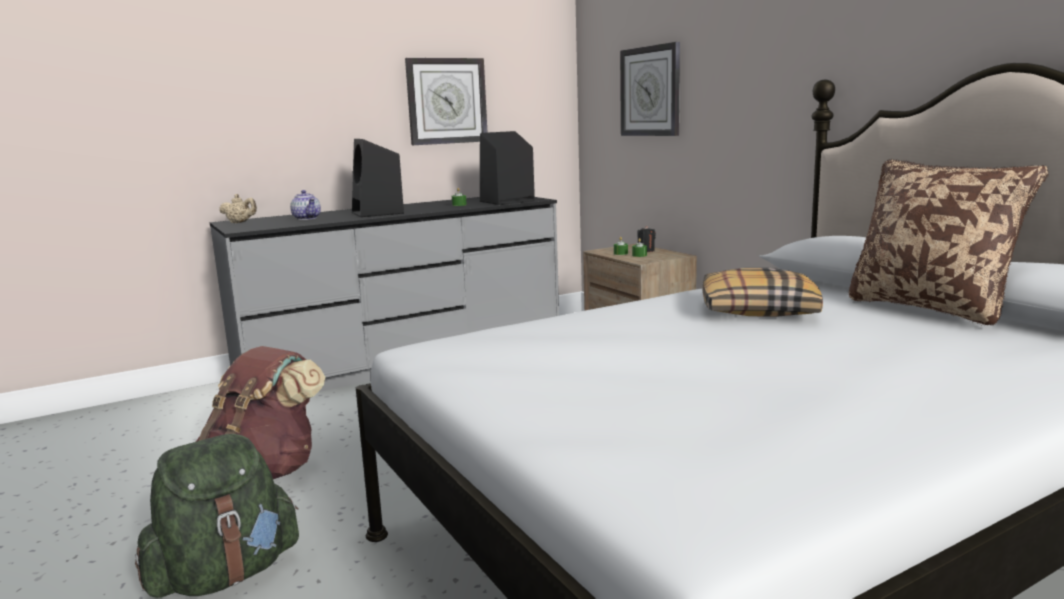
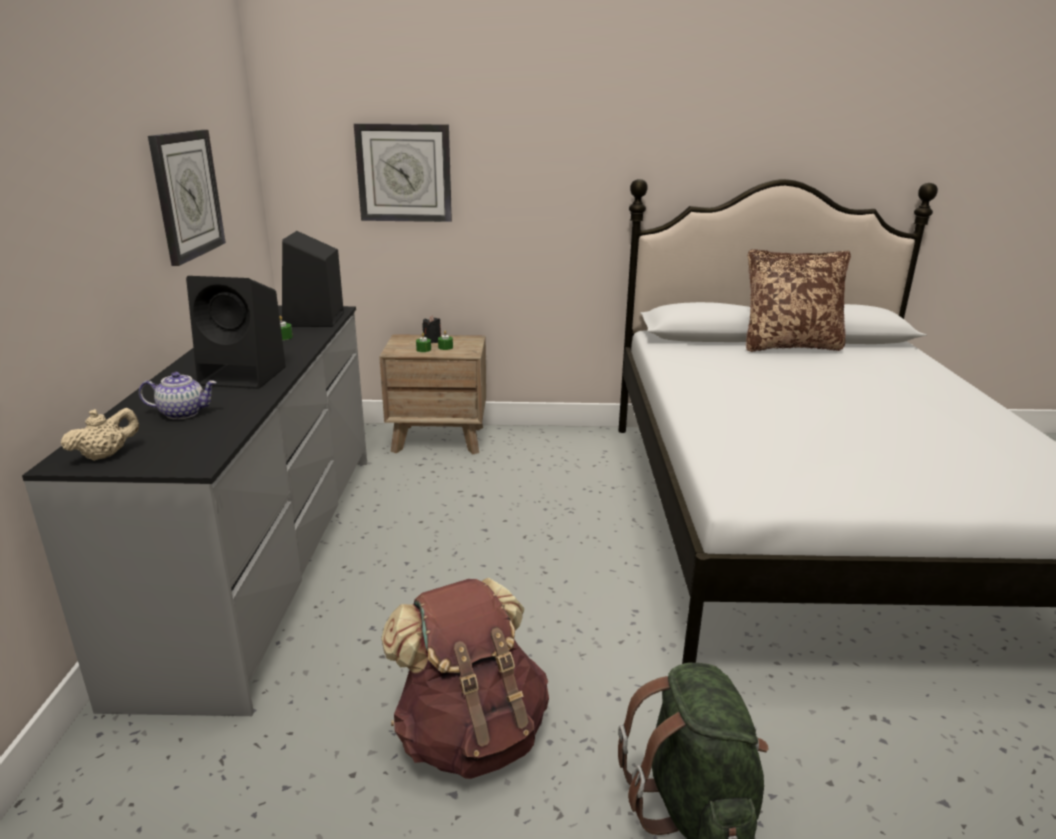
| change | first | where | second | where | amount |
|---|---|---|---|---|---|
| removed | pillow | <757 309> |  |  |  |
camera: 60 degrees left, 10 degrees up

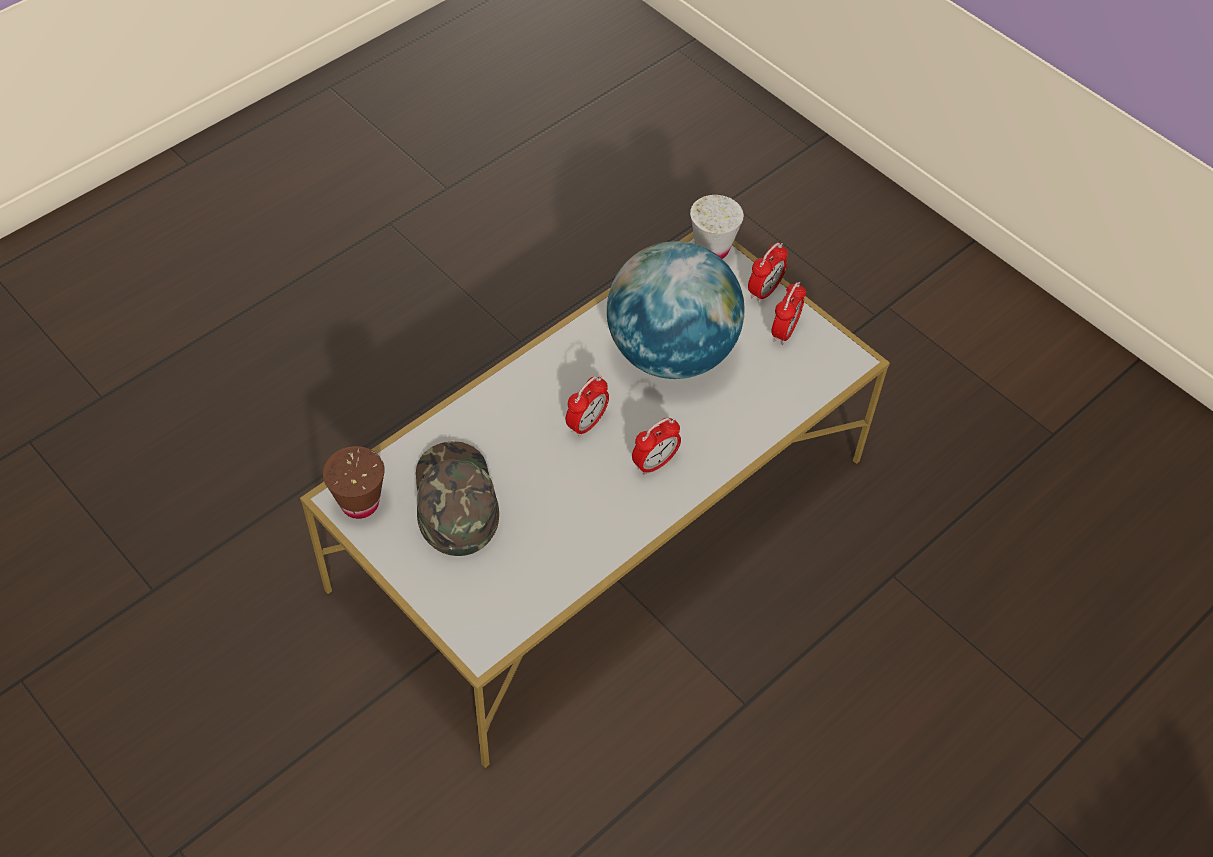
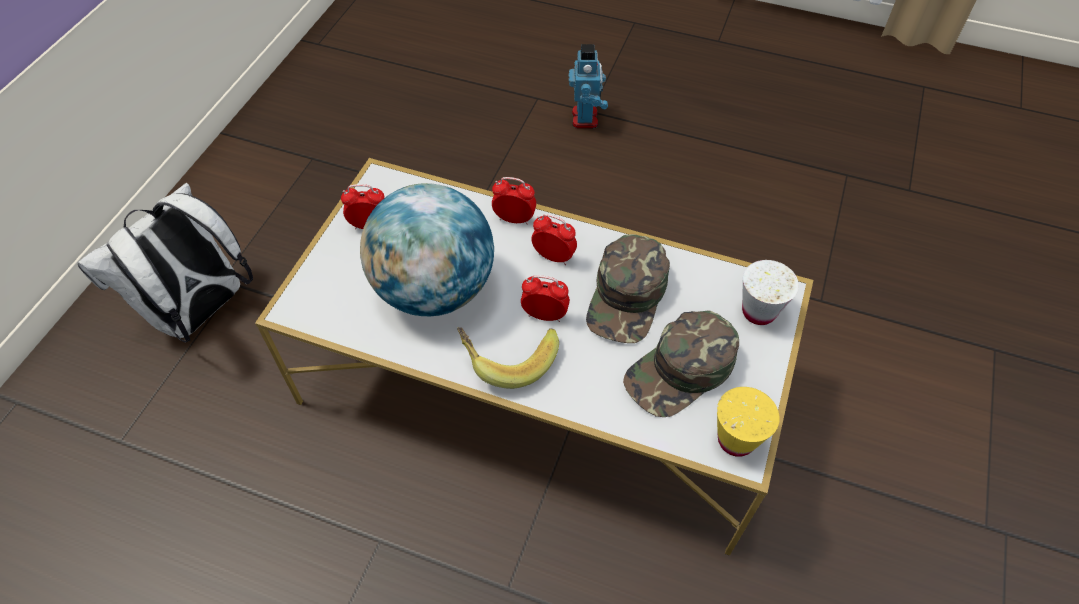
| change | first | where | second | where | amount |
|---|---|---|---|---|---|
| added |  |  | white backpack | <201 313> |  |
| added |  |  | banana | <508 358> |  |
| moved | alarm clock | <764 291> |  | <514 219> |  |
| added |  |  | toy robot | <585 118> |  |
| added |  |  | green cap | <628 297> |  |
| recoloured | brown cup | <360 503> | yellow cup | <736 440> |  |
| moved | white cup | <712 249> |  | <758 312> |  |
camera: 115 degrees left, 0 degrees up

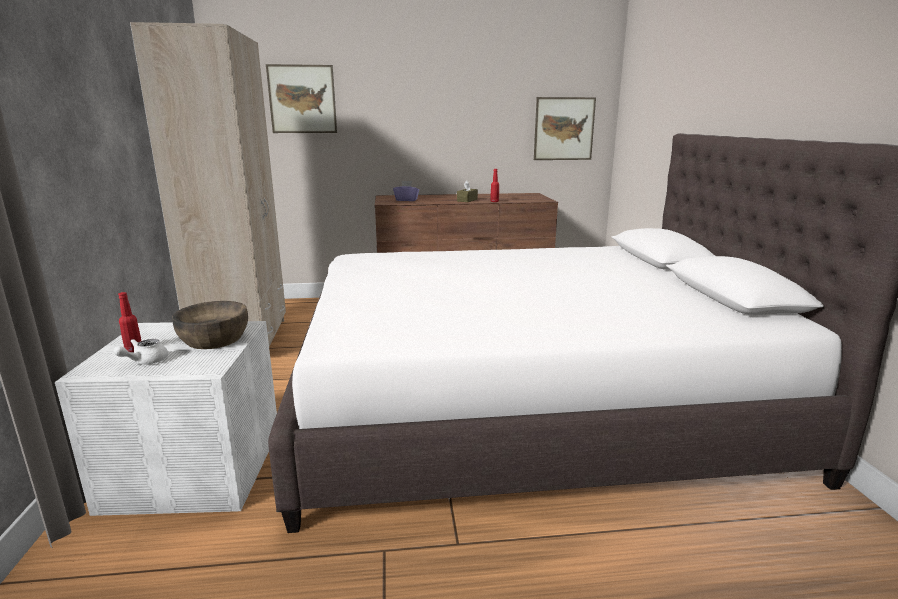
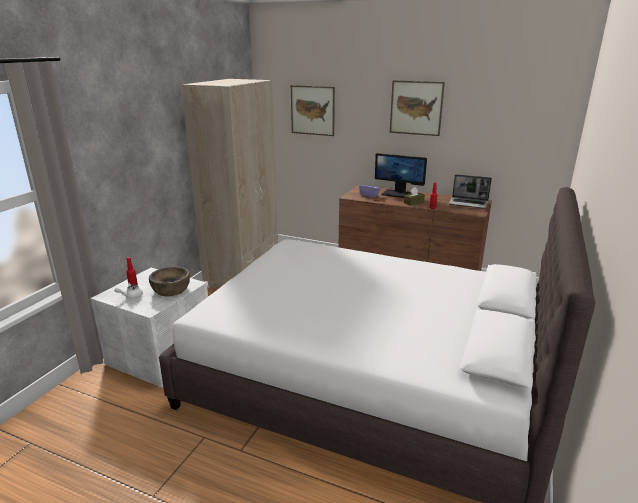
| change | first | where | second | where | amount |
|---|---|---|---|---|---|
| added |  |  | monitor | <398 194> |  |
| moved | picture | <564 129> |  | <416 108> |  |
| added |  |  | laptop | <469 203> |  |
camera: 30 degrees right, 5 degrees up

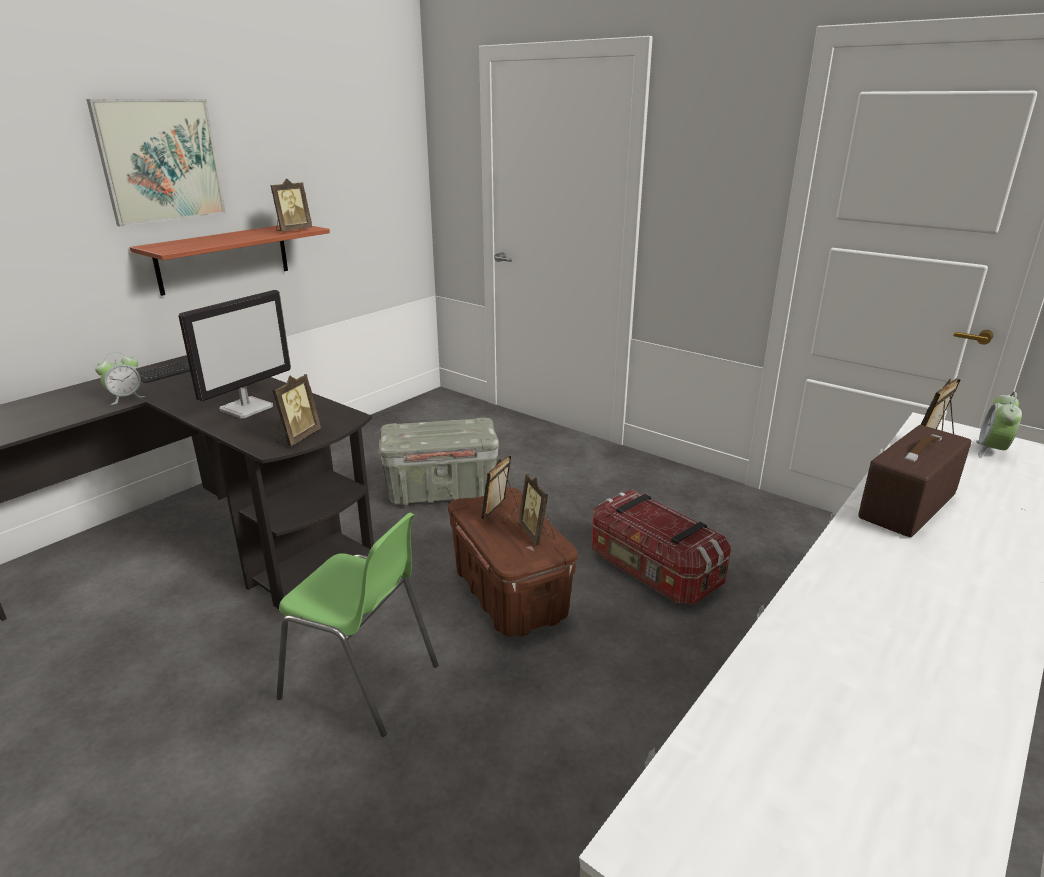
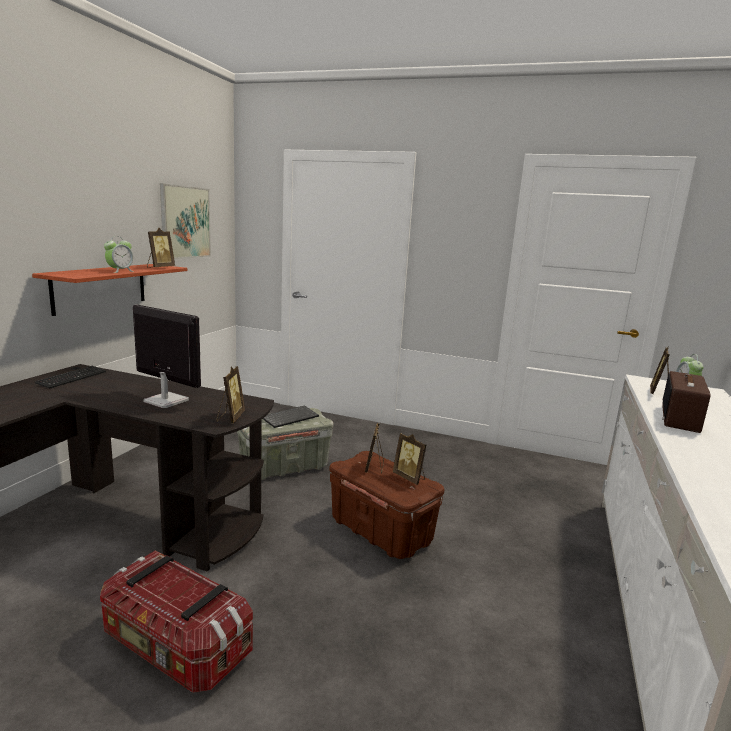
| change | first | where | second | where | amount |
|---|---|---|---|---|---|
| moved | storage box | <652 571> |  | <175 646> |  |
| moved | alarm clock | <125 398> |  | <120 271> |  |
| turned | monitor | <247 408> |  | <165 401> | 75 degrees counterclockwise |
| moved | picture | <160 161> |  | <185 222> |  |
| added |  |  | keyboard | <290 417> |  |
| removed | green chair | <362 682> |  |  |  |
camera: 20 degrees left, 10 degrees down

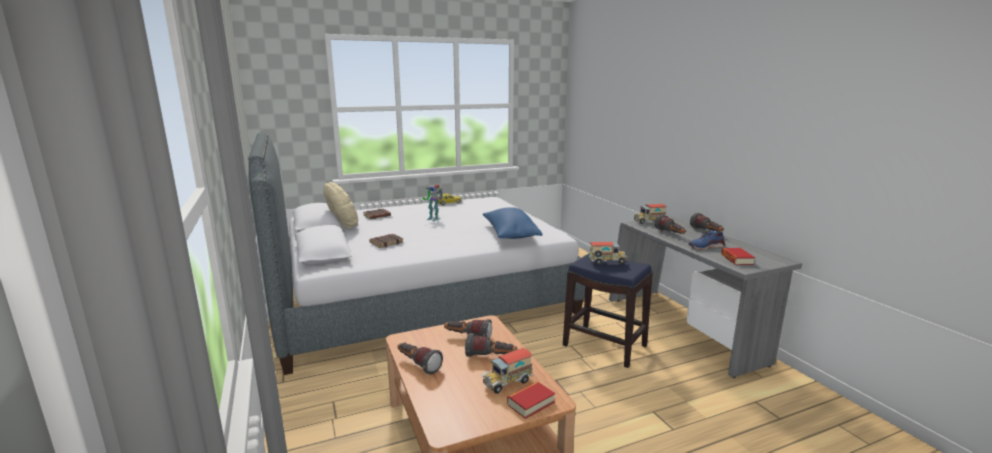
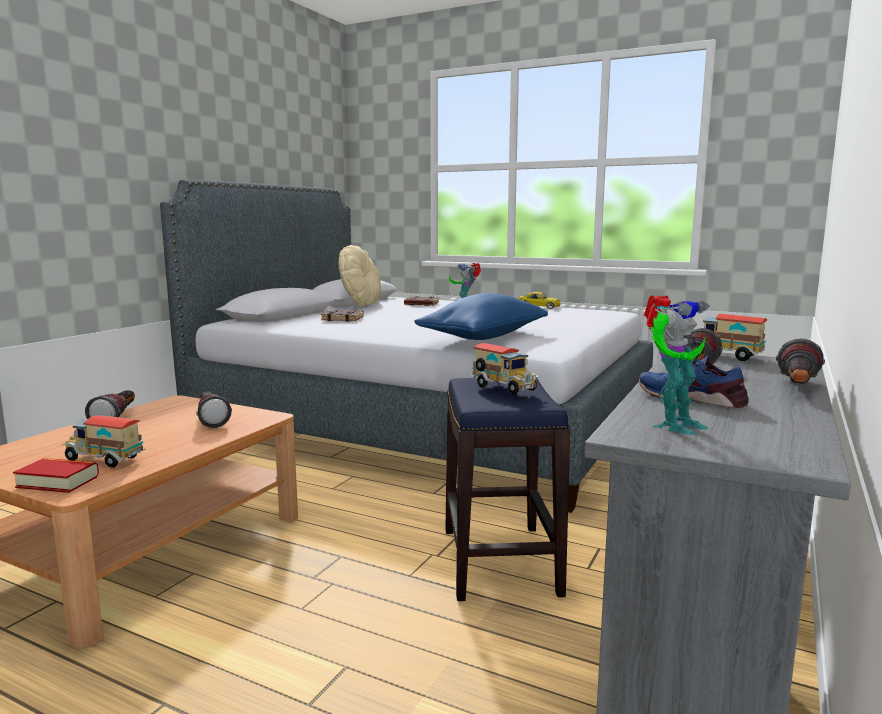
| change | first | where | second | where | amount |
|---|---|---|---|---|---|
| replaced | book | <736 259> | toy robot | <672 425> |  |
| removed | flashlight | <491 357> |  |  |  |
camera: 50 degrees right, 5 degrees down

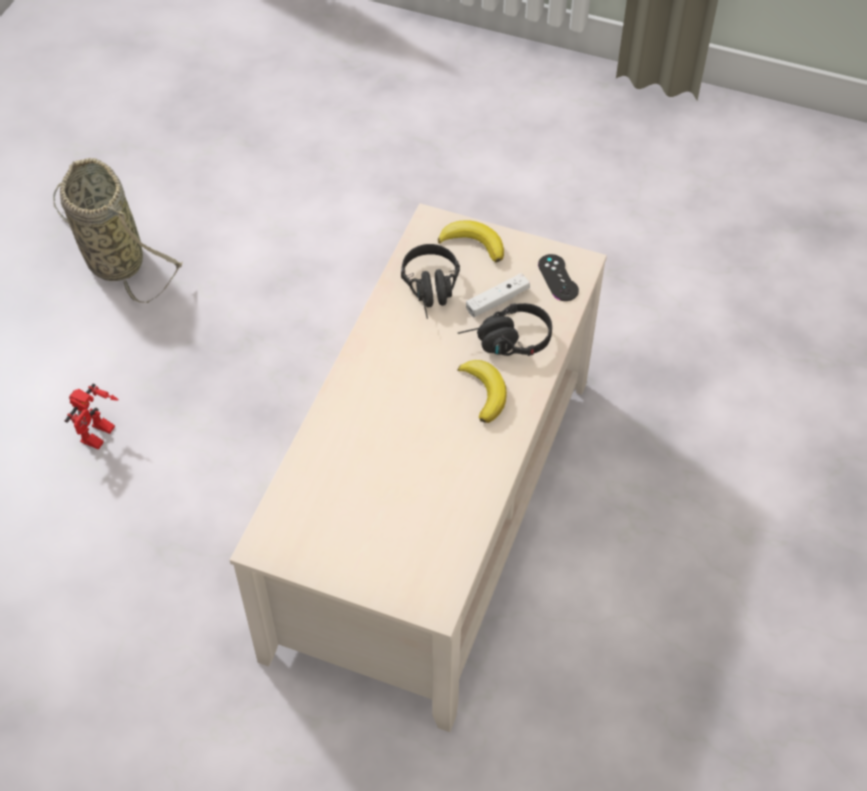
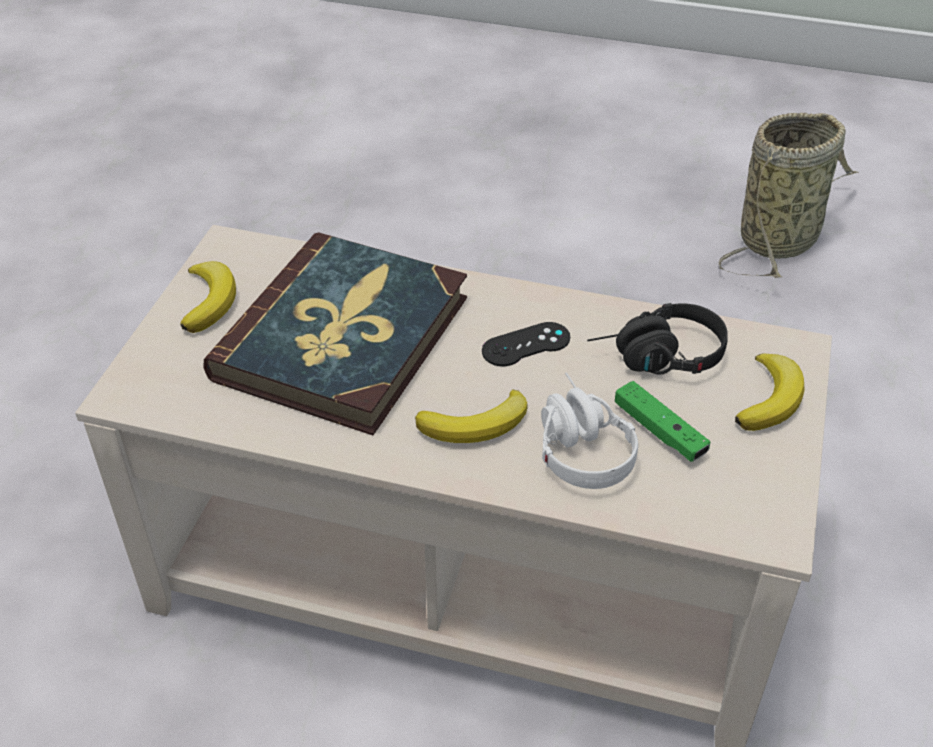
| change | first | where | second | where | amount |
|---|---|---|---|---|---|
| added |  |  | banana | <209 300> |  |
| added |  |  | book | <344 338> |  |
| moved | black game controller | <558 278> |  | <526 345> |  |
| recoloured | black headphones | <505 342> | white headphones | <576 444> |  |
| recoloured | white game controller | <497 300> | green game controller | <659 431> |  |
| removed | toy robot | <100 438> |  |  |  |
camera: 85 degrees right, 10 degrees down

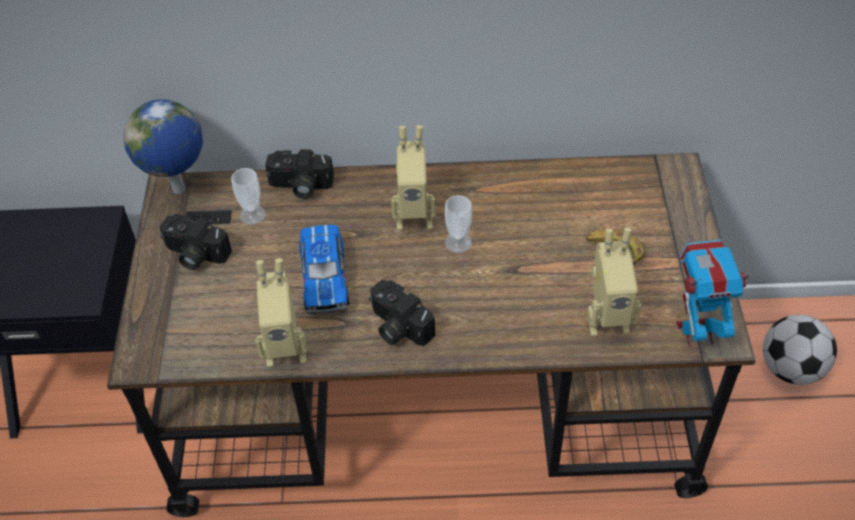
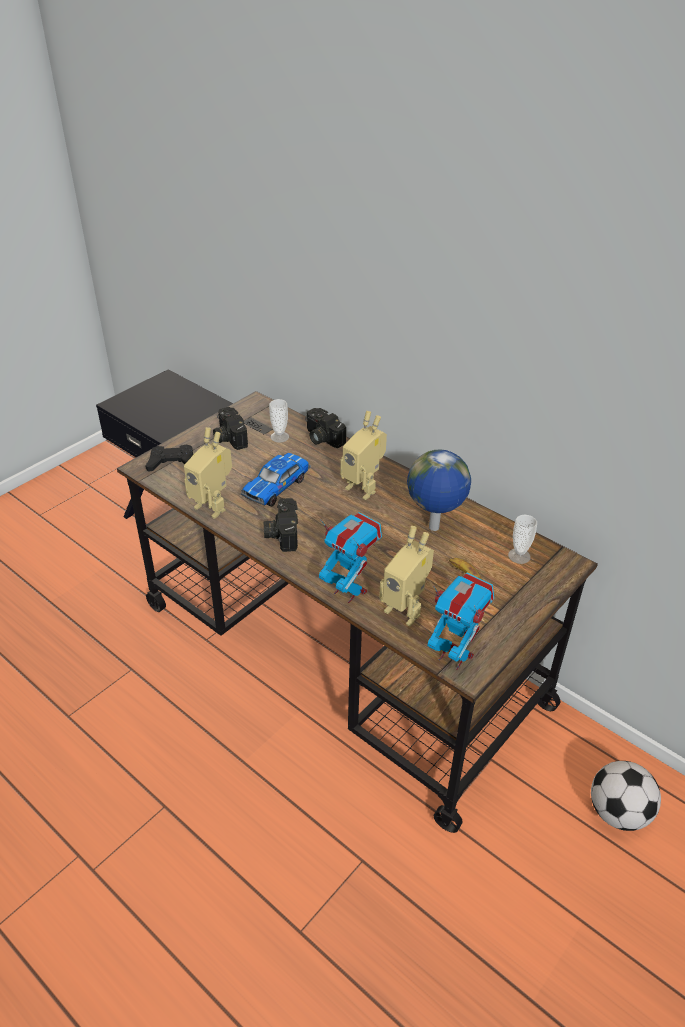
| change | first | where | second | where | amount |
|---|---|---|---|---|---|
| added |  |  | black game controller | <172 463> |  |
| added |  |  | toy robot | <349 591> |  |
| moved | globe | <180 190> |  | <434 528> |  |
| moved | cup | <458 242> |  | <519 556> |  |
camera: 40 degrees right, 10 degrees down

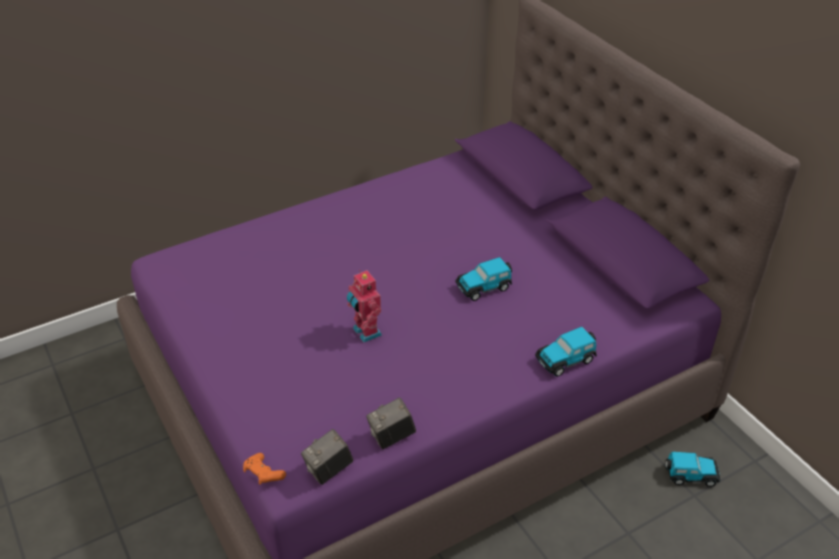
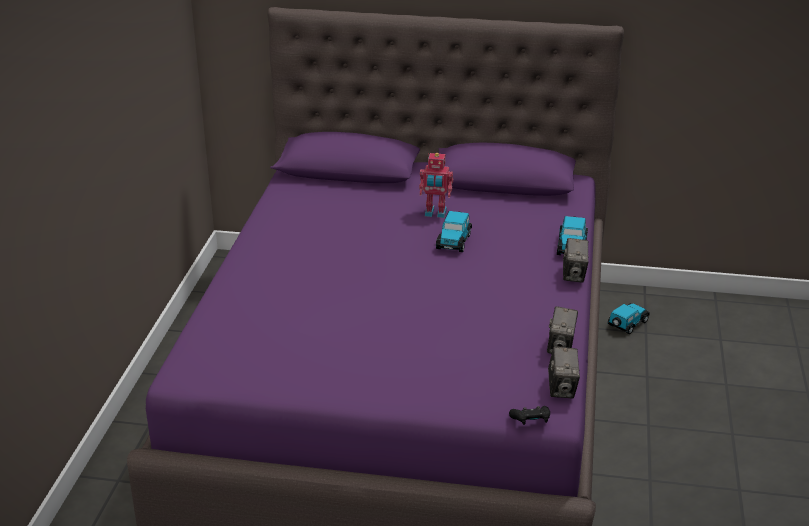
| change | first | where | second | where | amount |
|---|---|---|---|---|---|
| moved | toy robot | <365 332> |  | <435 213> |  |
| recoloured | orange game controller | <263 474> | black game controller | <531 421> |  |
| added |  |  | photo camera | <574 275> |  |
camera: 50 degrees left, 10 degrees down

